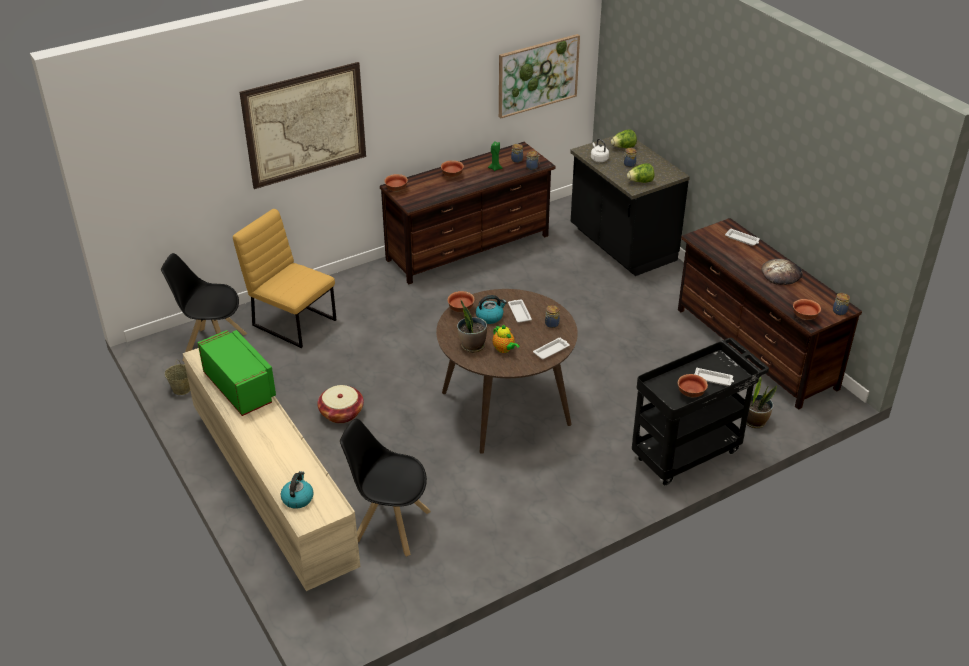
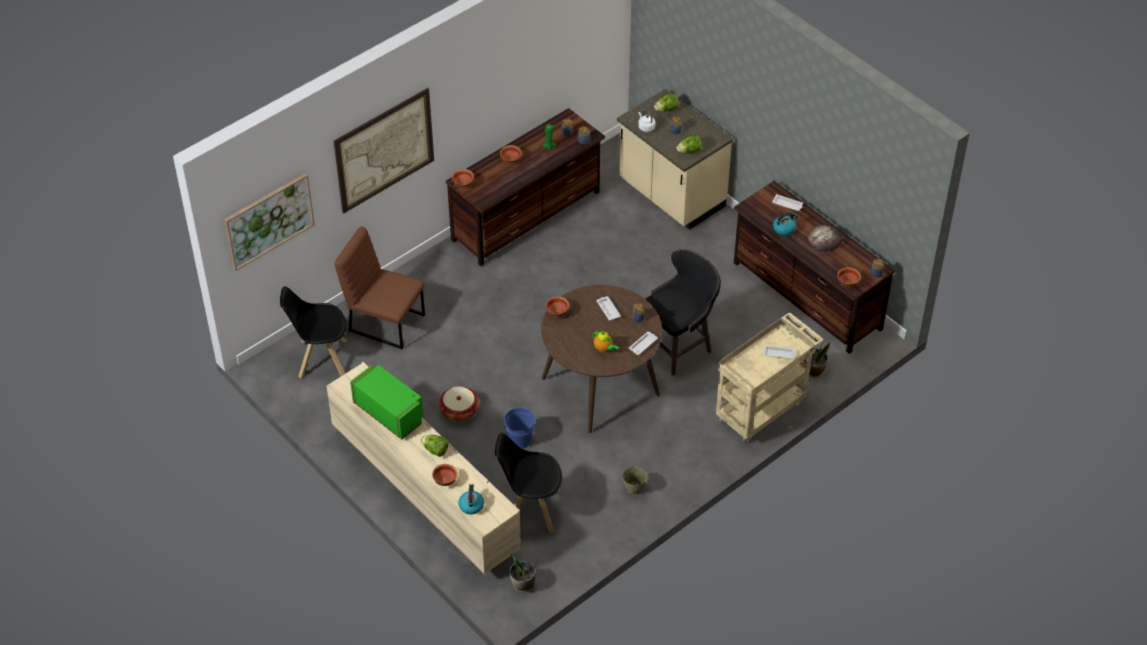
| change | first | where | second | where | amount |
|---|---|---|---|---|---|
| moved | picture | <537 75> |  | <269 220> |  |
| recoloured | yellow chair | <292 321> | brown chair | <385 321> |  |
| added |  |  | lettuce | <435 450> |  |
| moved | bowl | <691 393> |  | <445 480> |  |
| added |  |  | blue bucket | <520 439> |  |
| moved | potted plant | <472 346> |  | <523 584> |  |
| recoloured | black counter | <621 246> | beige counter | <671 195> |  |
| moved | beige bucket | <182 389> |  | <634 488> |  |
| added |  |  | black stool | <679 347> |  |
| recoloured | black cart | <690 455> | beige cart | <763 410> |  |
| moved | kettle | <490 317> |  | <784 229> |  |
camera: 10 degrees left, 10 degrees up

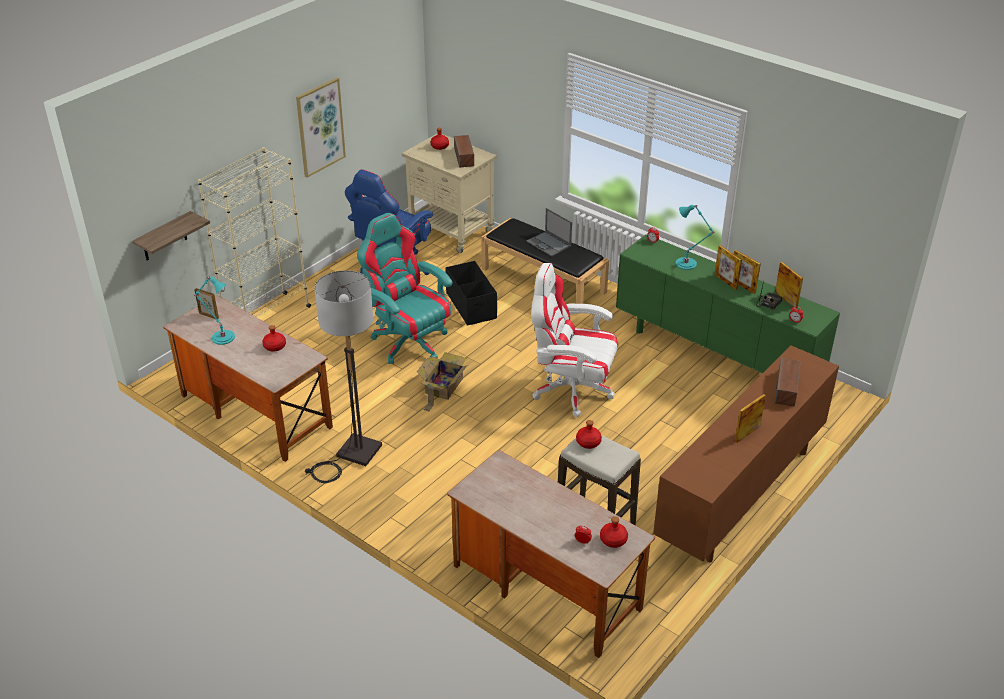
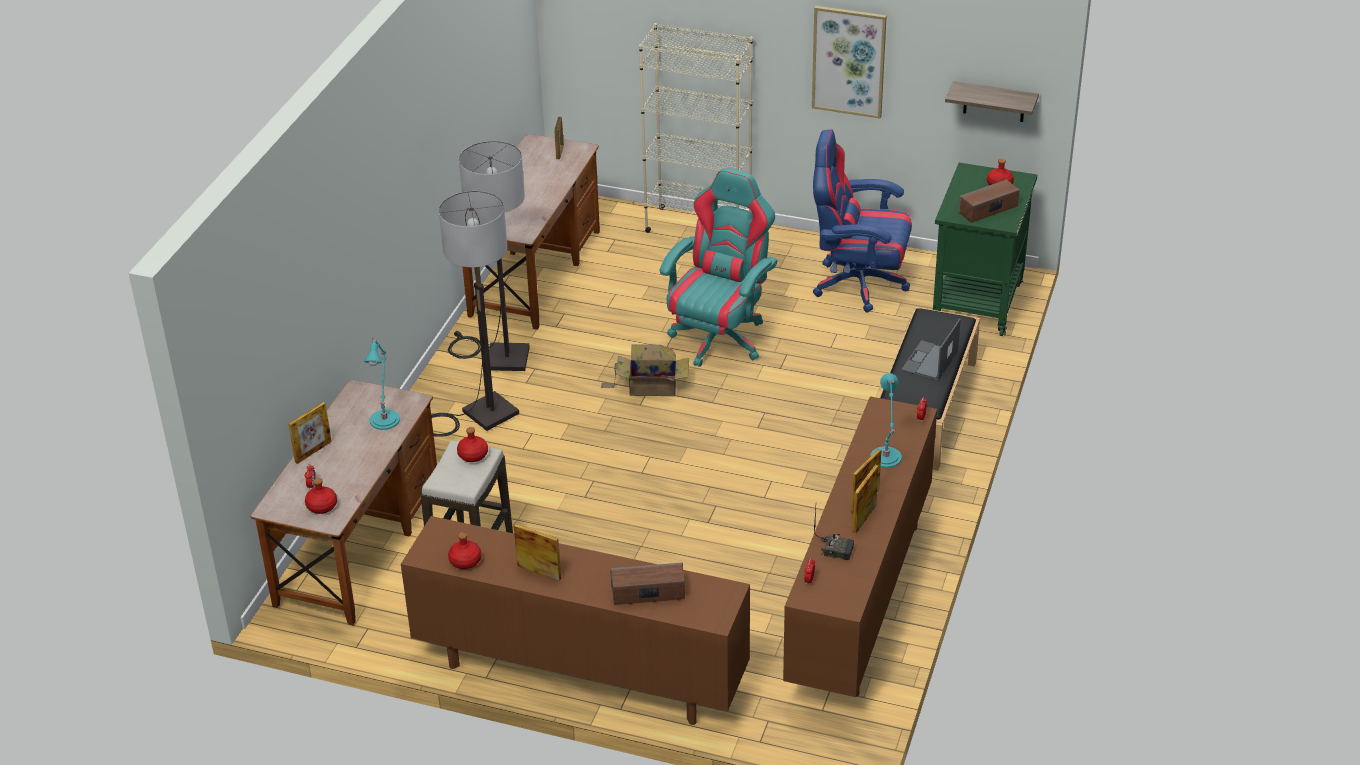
| change | first | where | second | where | amount |
|---|---|---|---|---|---|
| moved | picture frame | <786 299> |  | <313 452> |  |
| moved | turquoise table lamp | <221 337> |  | <385 418> |  |
| added |  |  | floor lamp | <476 417> |  |
| moved | red bottle | <275 346> |  | <465 561> |  |
| recoloured | green cabinet | <716 355> | brown cabinet | <861 602> |  |
| recoloured | beige cart | <452 232> | green cart | <977 305> |  |
| moved | shelf | <164 237> |  | <994 102> |  |
| removed | black storage box | <471 305> |  |  |  |
| removed | white office chair | <572 390> |  |  |  |
camera: 70 degrees right, 0 degrees up

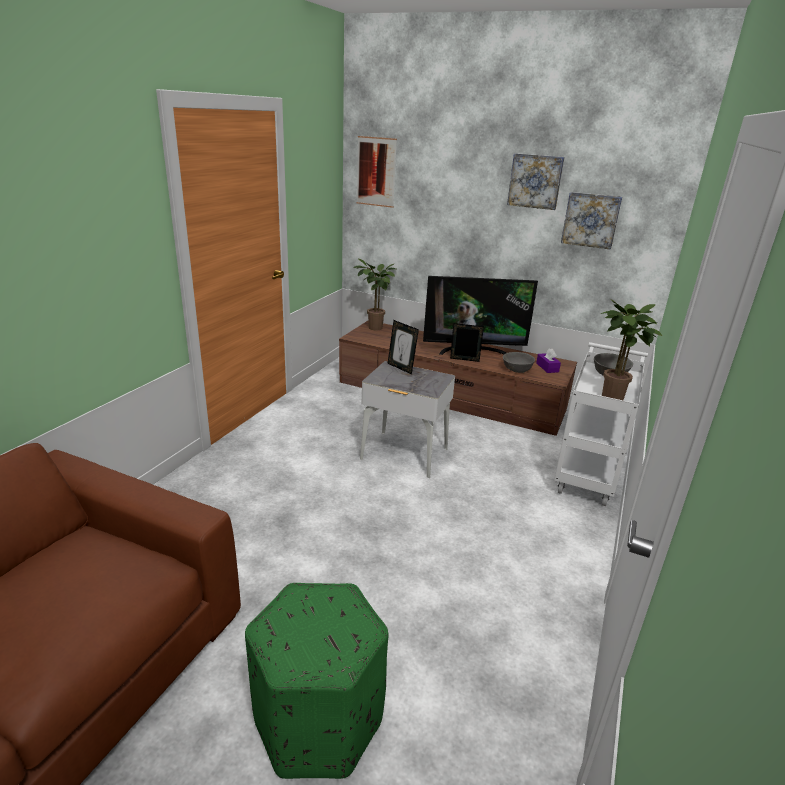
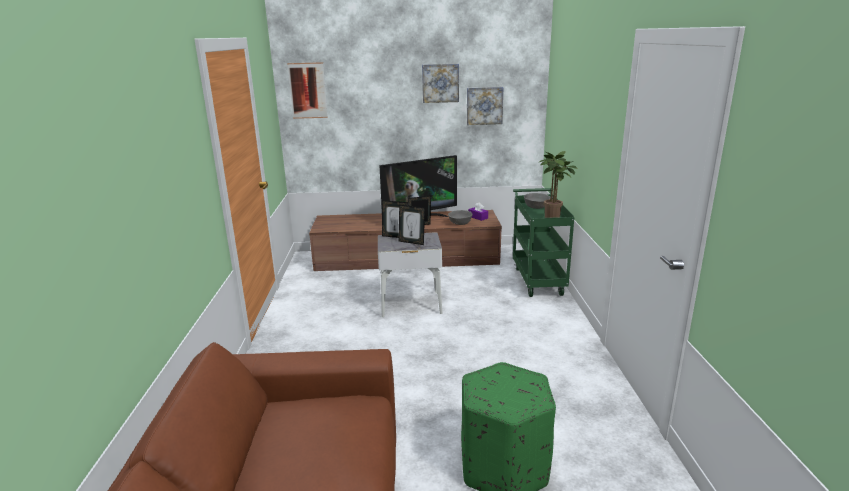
| change | first | where | second | where | amount |
|---|---|---|---|---|---|
| added |  |  | picture frame | <412 242> |  |
| recoloured | white cart | <587 474> | green cart | <537 281> |  |
| removed | potted plant | <374 328> |  |  |  |
camera: 25 degrees left, 5 degrees down

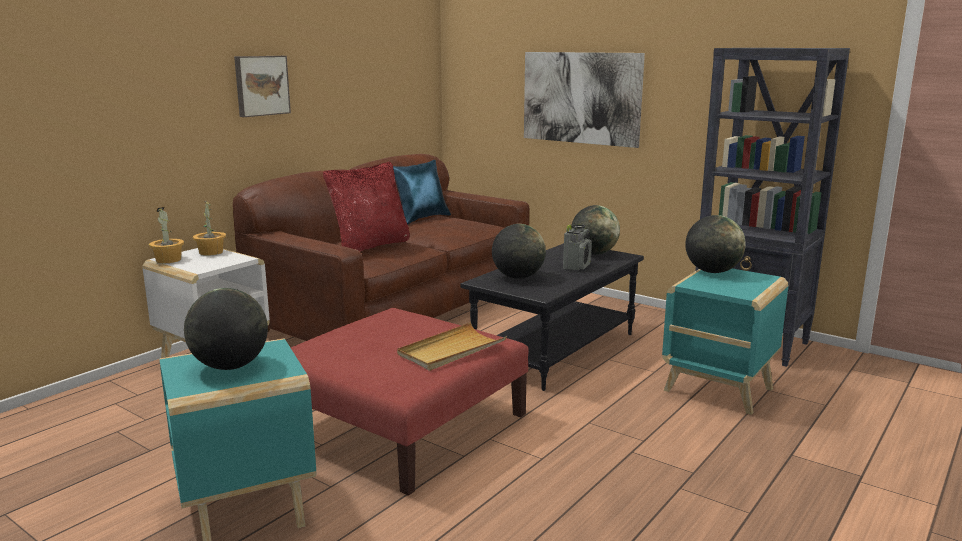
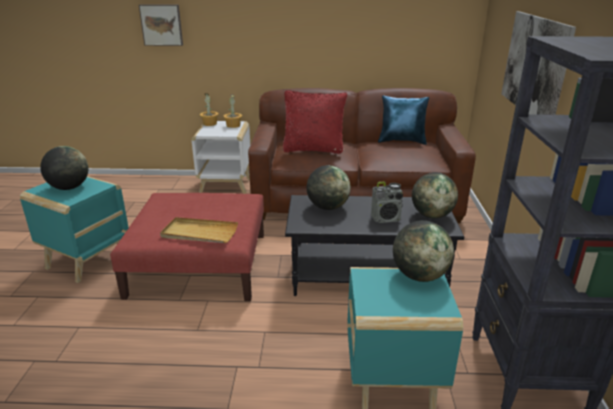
| change | first | where | second | where | amount |
|---|---|---|---|---|---|
| moved | picture | <261 85> |  | <162 25> |  |
camera: 55 degrees right, 10 degrees up

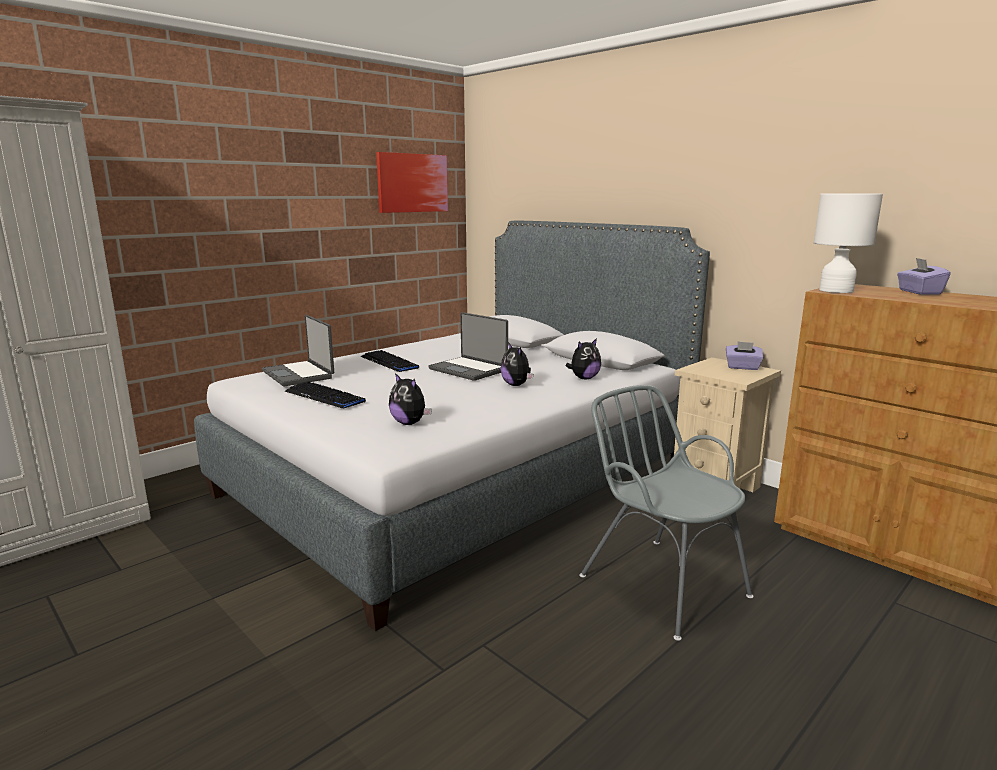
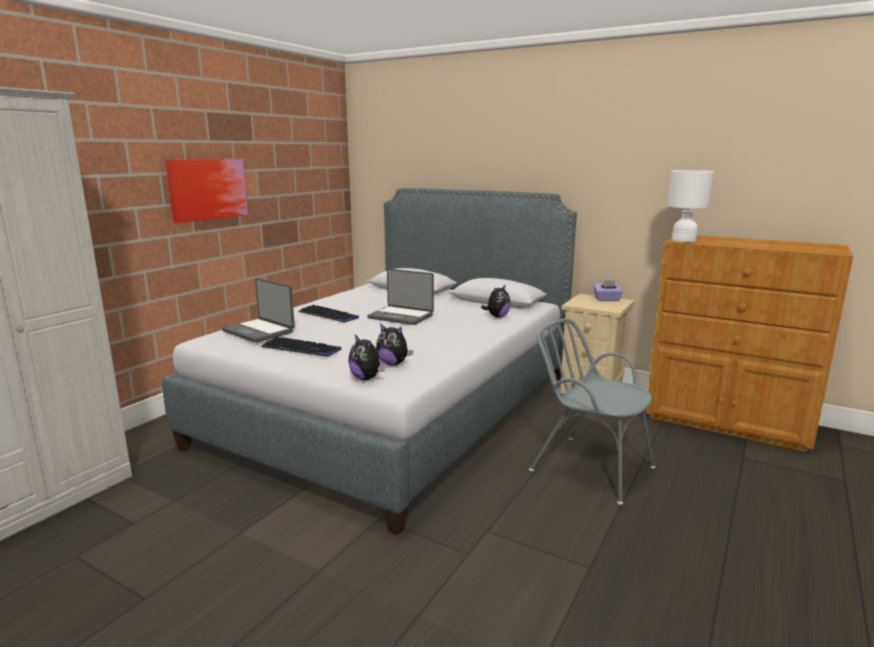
| change | first | where | second | where | amount |
|---|---|---|---|---|---|
| moved | picture | <412 183> |  | <208 189> |  |
| moved | plush toy | <516 385> |  | <366 378> |  |
| removed | purple tissue box | <919 292> |  |  |  |
camera: 15 degrees left, 0 degrees up

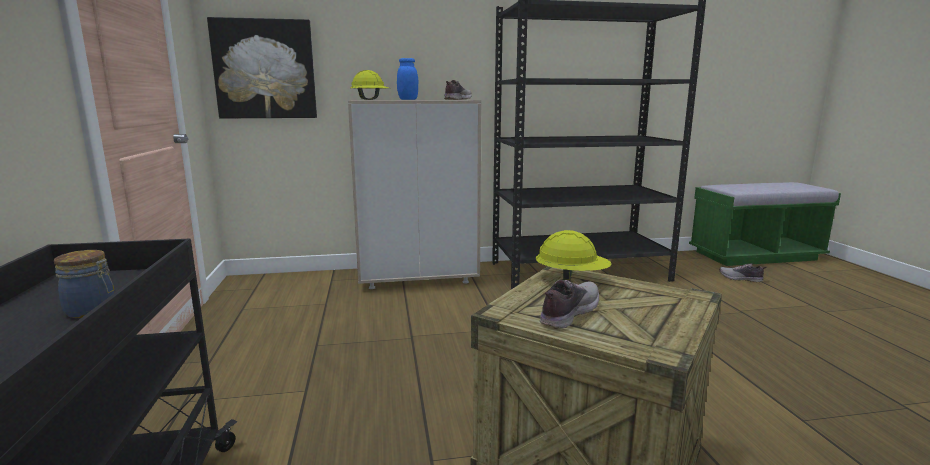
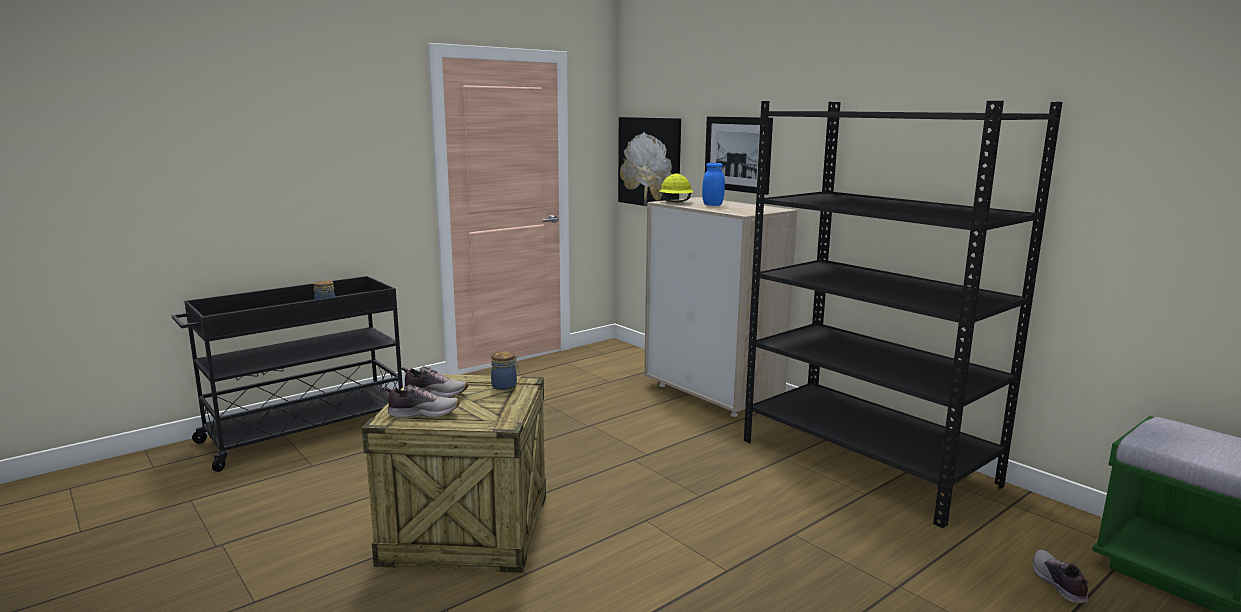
| change | first | where | second | where | amount |
|---|---|---|---|---|---|
| moved | shoe | <457 99> |  | <423 413> |  |
| replaced | yellow hard hat | <571 279> | jar | <505 386> |  |
| added |  |  | picture | <737 154> |  |
camera: 60 degrees right, 0 degrees up

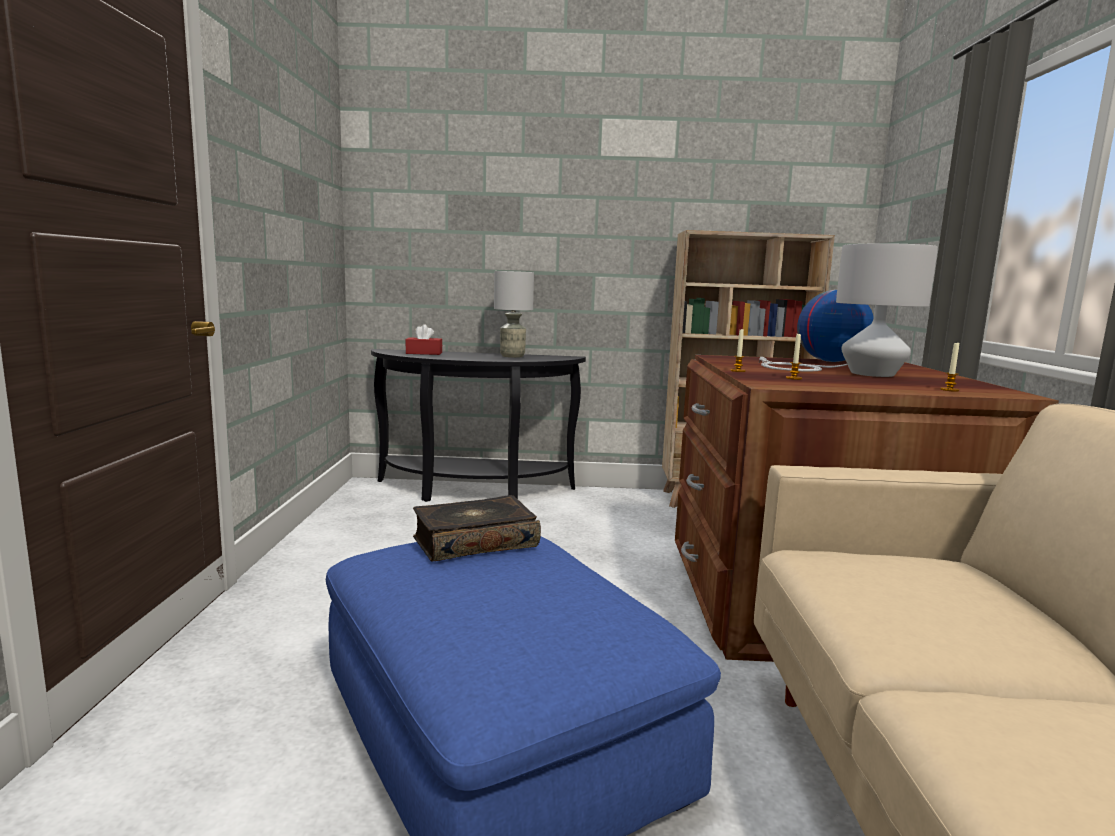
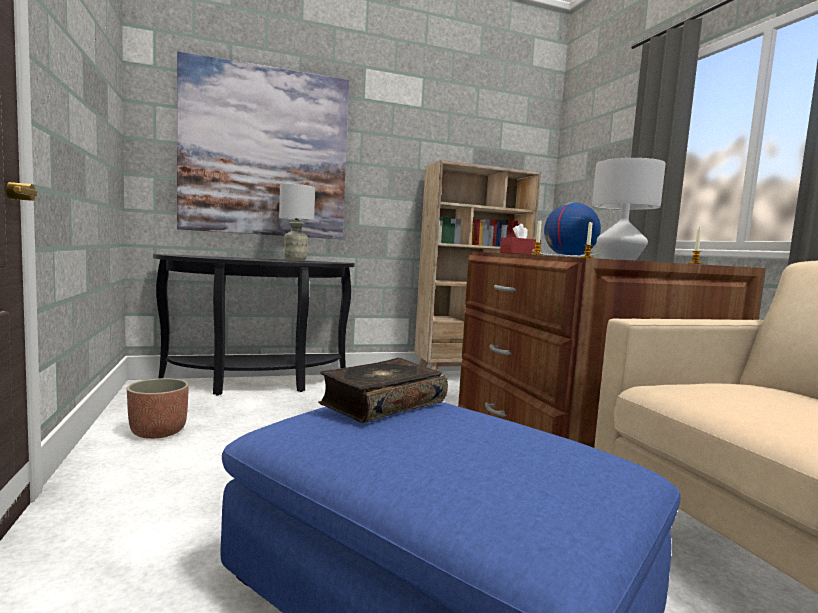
| change | first | where | second | where | amount |
|---|---|---|---|---|---|
| added |  |  | planter | <158 432> |  |
| added |  |  | picture | <265 152> |  |
| moved | red tissue box | <424 353> |  | <519 253> |  |
camera: 20 degrees left, 5 degrees down

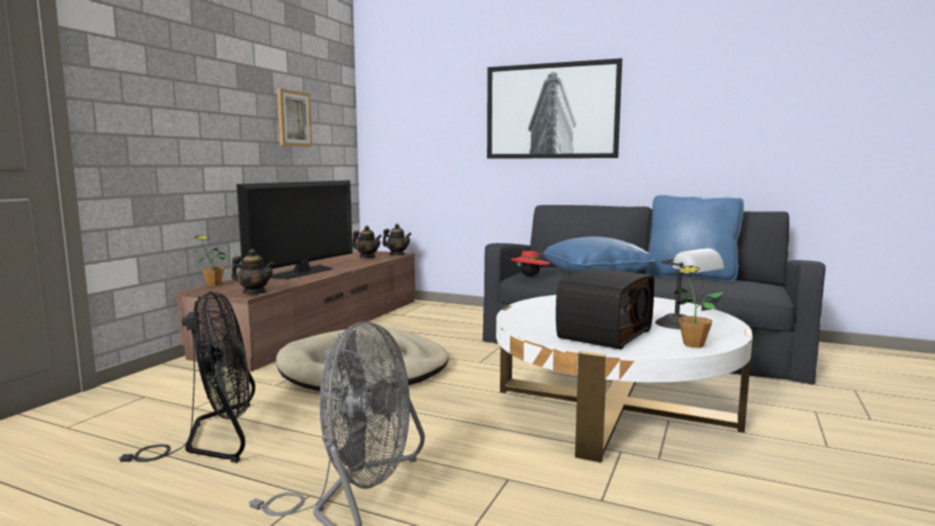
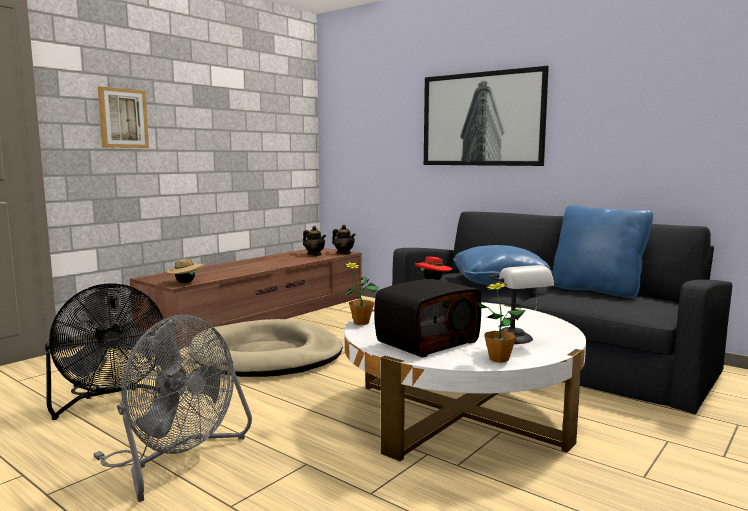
| change | first | where | second | where | amount |
|---|---|---|---|---|---|
| turned | black fan | <212 436> |  | <109 400> | 60 degrees clockwise |
| moved | picture | <293 119> |  | <123 118> |  |
| replaced | teapot | <254 292> | beige hat | <185 283> |  |
| moved | potted plant | <213 285> |  | <361 323> |  |
| removed | television | <302 272> |  |  |  |
camera: 15 degrees right, 0 degrees up

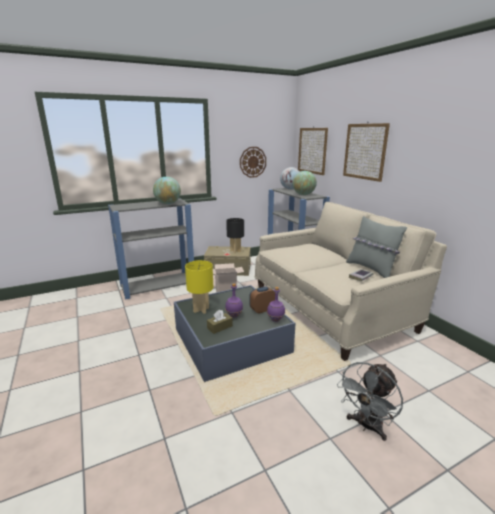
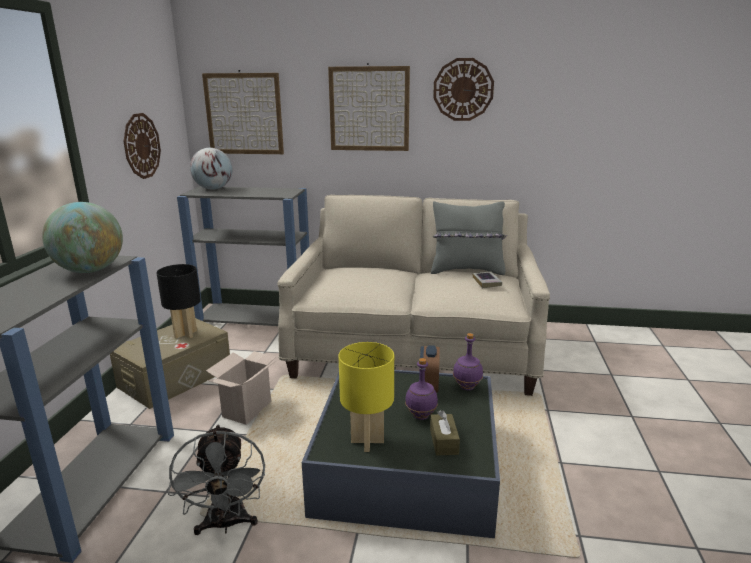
| change | first | where | second | where | amount |
|---|---|---|---|---|---|
| moved | grey fan | <366 426> |  | <226 524> |  |
| added |  |  | wall clock | <463 89> |  |
| removed | globe | <303 194> |  |  |  |
camera: 55 degrees left, 0 degrees up

